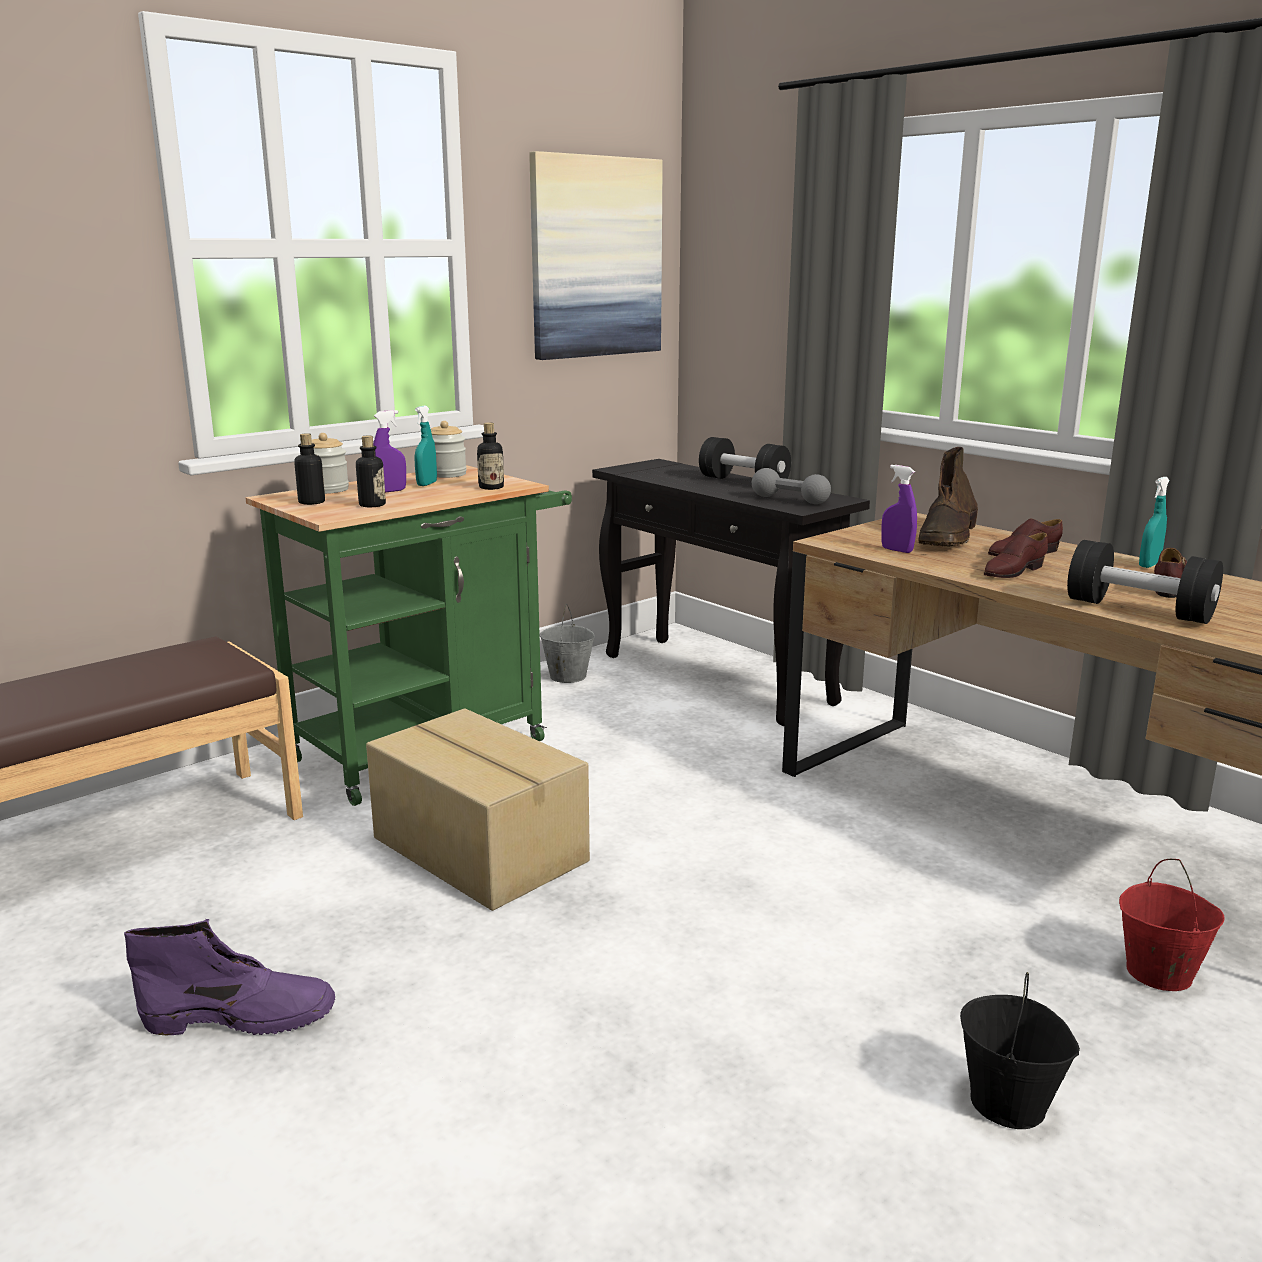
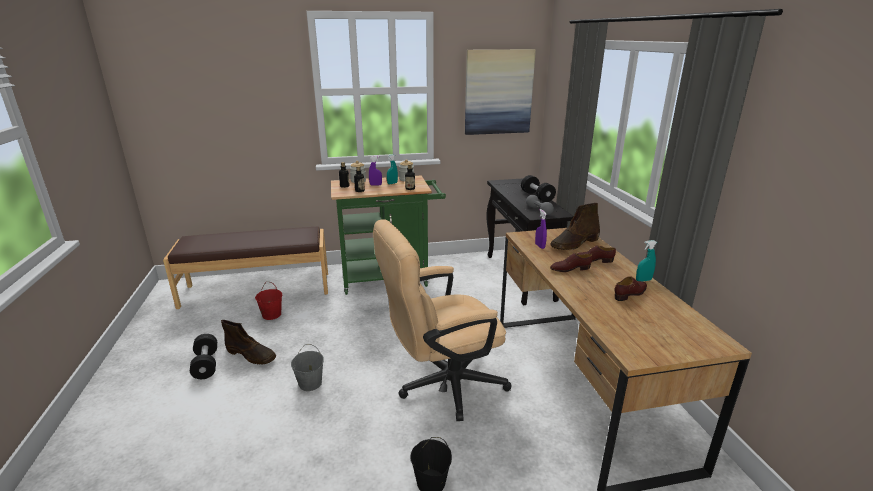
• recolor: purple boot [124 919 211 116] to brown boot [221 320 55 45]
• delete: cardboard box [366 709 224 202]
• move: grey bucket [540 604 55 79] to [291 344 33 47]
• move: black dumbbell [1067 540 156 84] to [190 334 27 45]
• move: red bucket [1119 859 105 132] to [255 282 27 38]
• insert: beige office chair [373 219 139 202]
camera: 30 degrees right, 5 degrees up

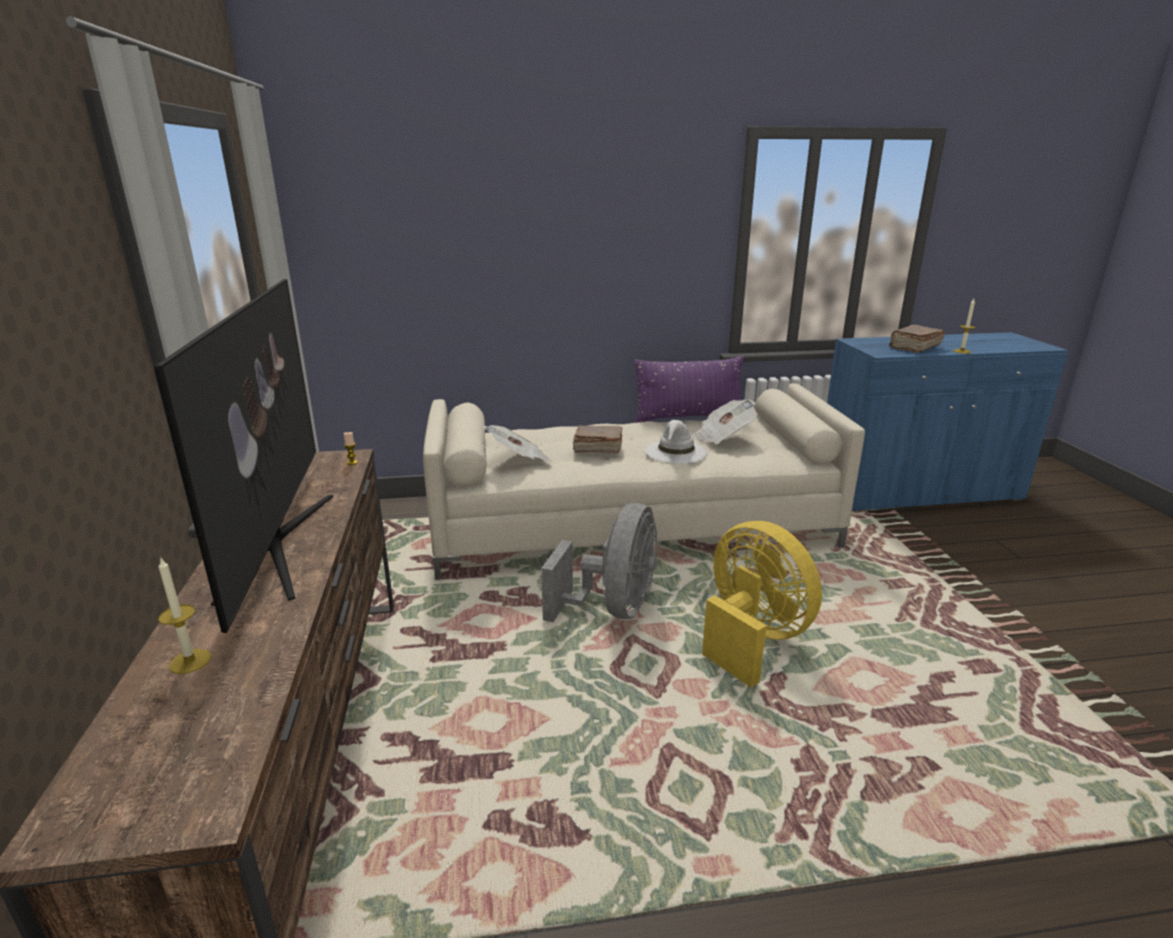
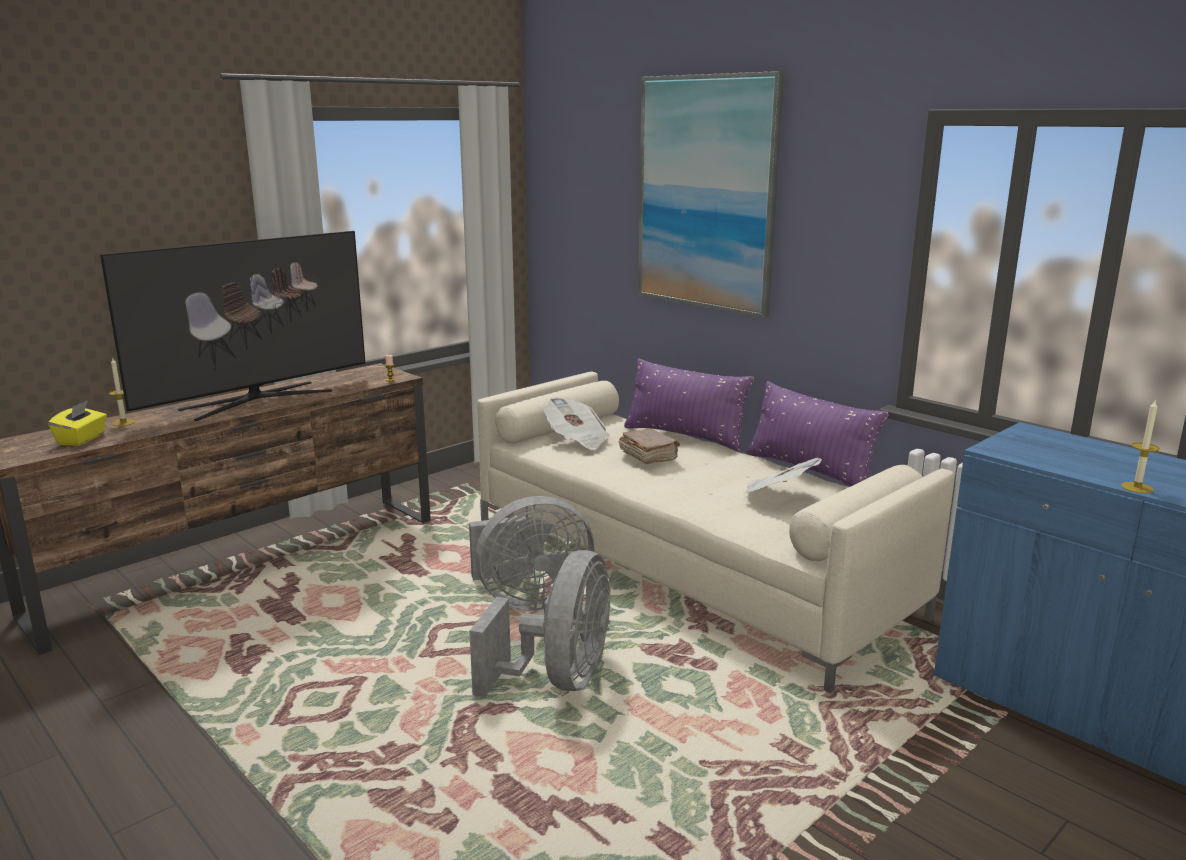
• delete: white hat [645 420 62 44]
• recolor: yellow fan [702 521 120 167] to grey fan [469 550 141 147]
• delete: brown book [889 325 56 28]
• insert: yellow tissue box [48 400 59 46]
• insert: purple pillow [624 359 130 92]
• insert: picture [638 71 146 247]
camera: 55 degrees right, 5 degrees down

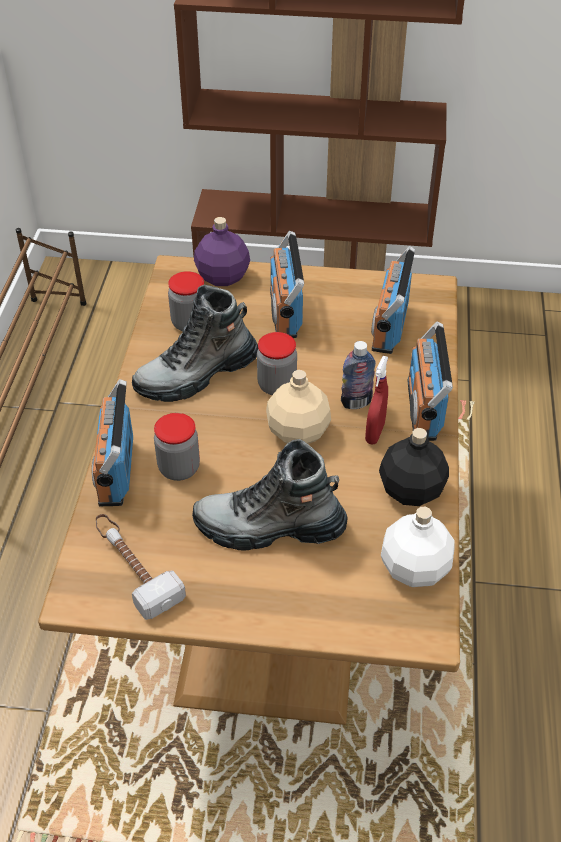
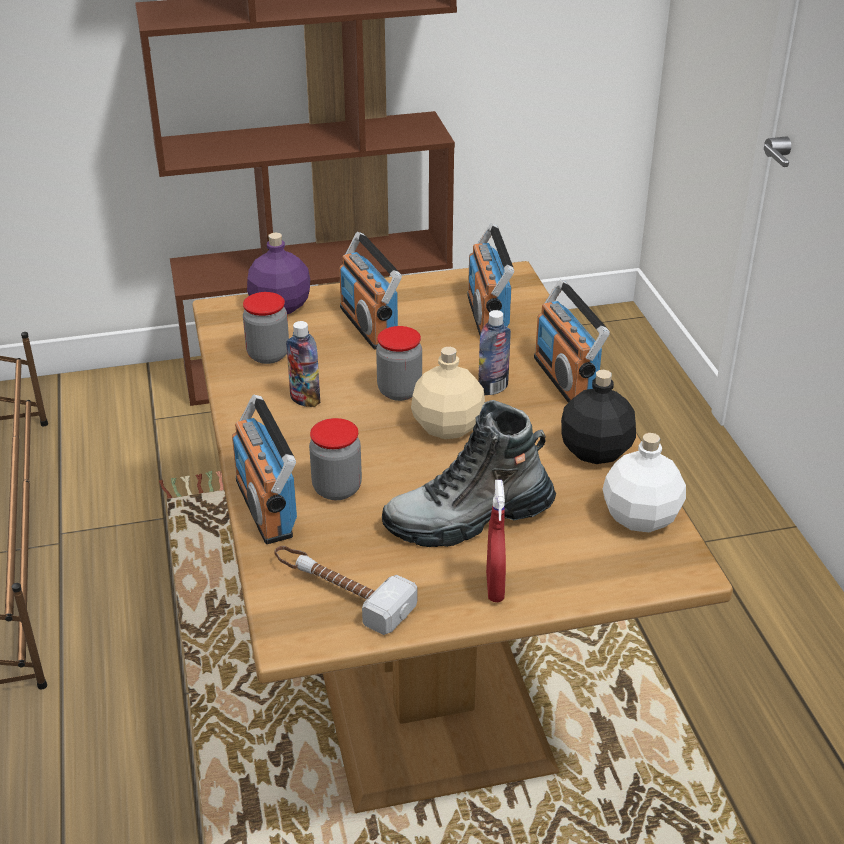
• replace: boot [132 285 126 117] to bottle [286 321 34 86]
• move: red spray bottle [365 356 23 88] to [486 480 20 122]
camera: 20 degrees left, 10 degrees down

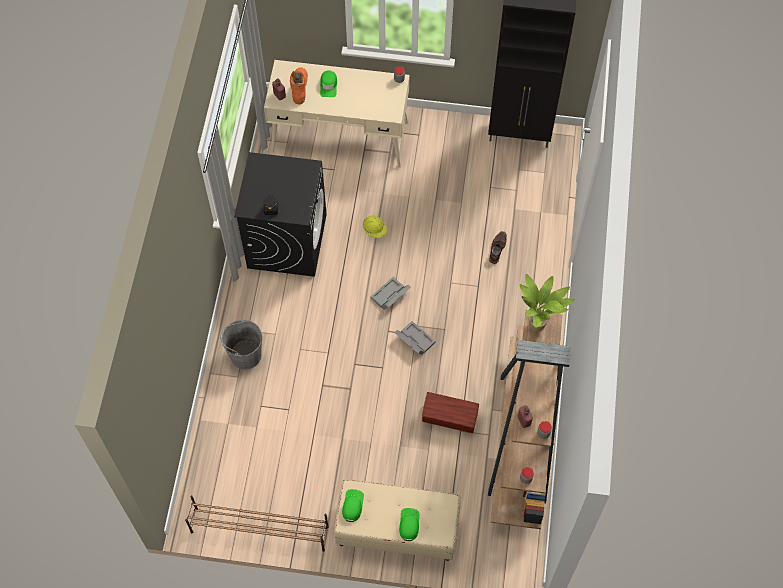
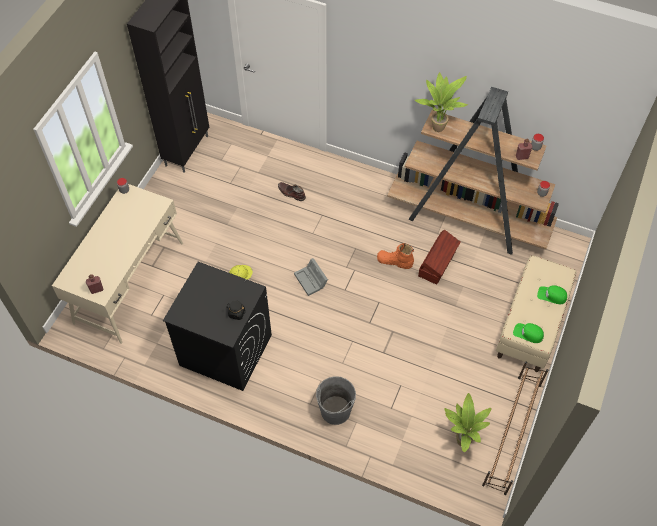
• move: orange boot [290 68 18 36] to [377 243 37 26]
• delete: green cap [320 70 17 27]
• delete: grey storage box [395 321 40 34]
• insert: potted plant [444 393 48 59]
camera: 75 degrees left, 5 degrees down

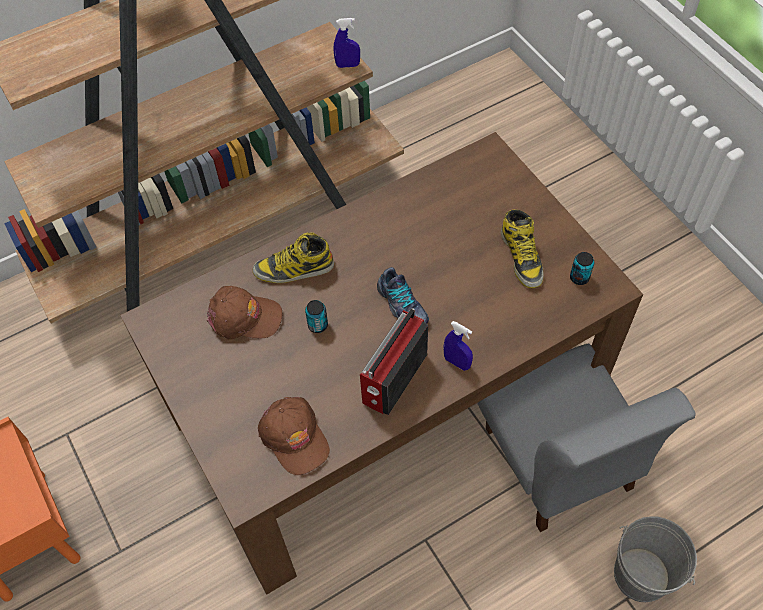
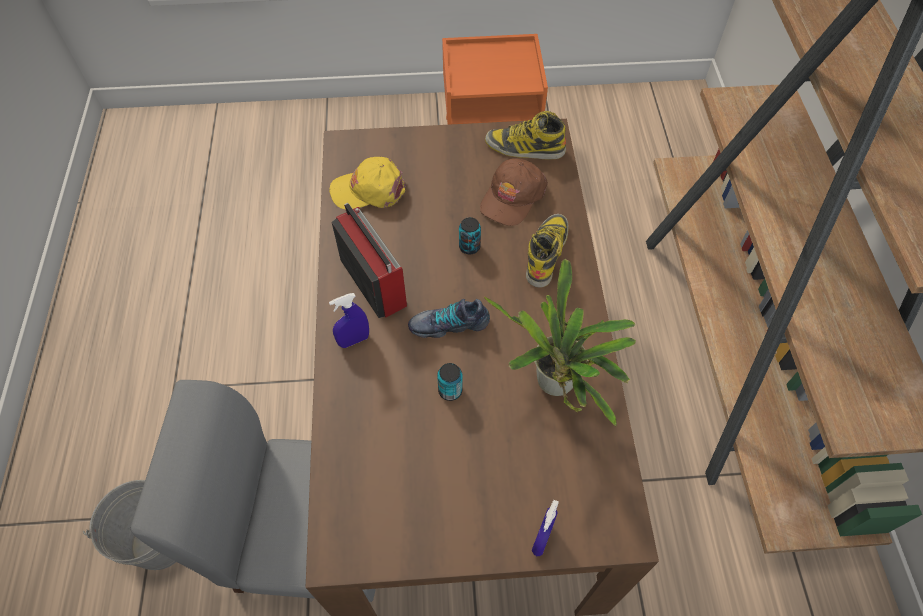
• recolor: brown cap [258 397 72 78] to yellow cap [329 157 77 53]
• move: blue spray bottle [334 18 26 50] to [532 500 27 56]
• move: boot [501 209 43 79] to [485 111 81 48]
• move: can [570 252 24 33] to [437 363 26 38]
• insert: potted plant [484 259 152 167]
camera: 115 degrees right, 0 degrees up

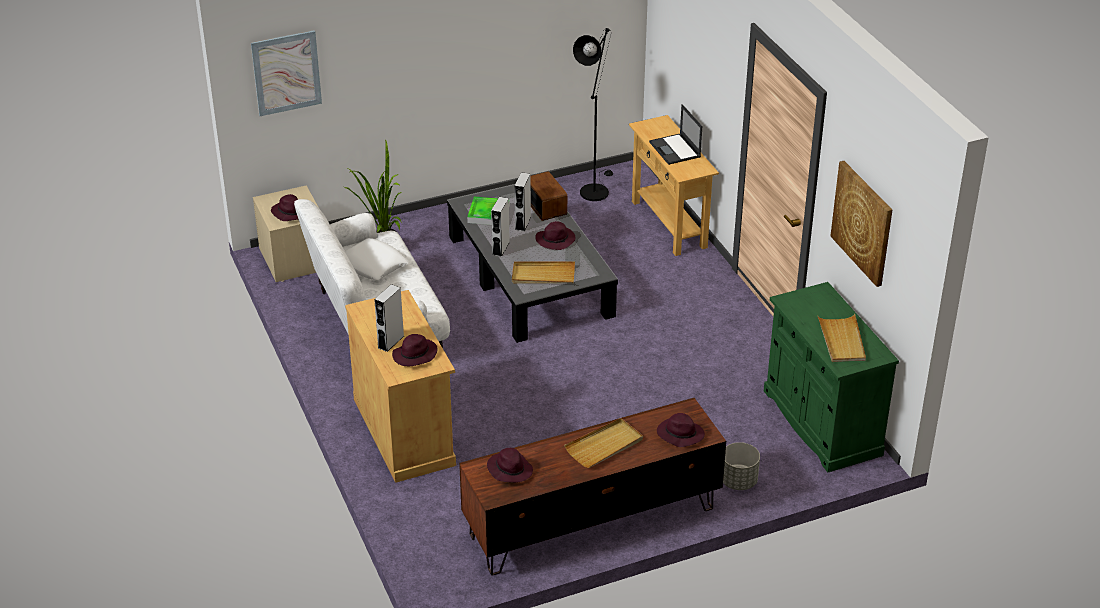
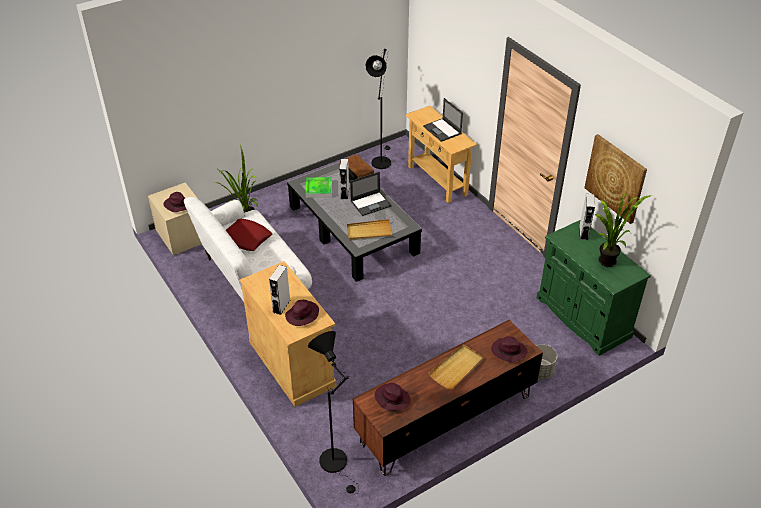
• delete: picture [251 30 71 86]
• recolor: white pillow [345 238 63 42] to red pillow [226 219 46 32]
• move: grey speaker [491 197 19 60] to [579 194 16 46]
• replace: purple hat [535 221 41 29] to laptop [350 172 41 44]
• replace: beige tray [817 314 49 48] to potted plant [595 178 57 89]
• insert: black floor lamp [308 331 51 163]
camera: 10 degrees left, 5 degrees up

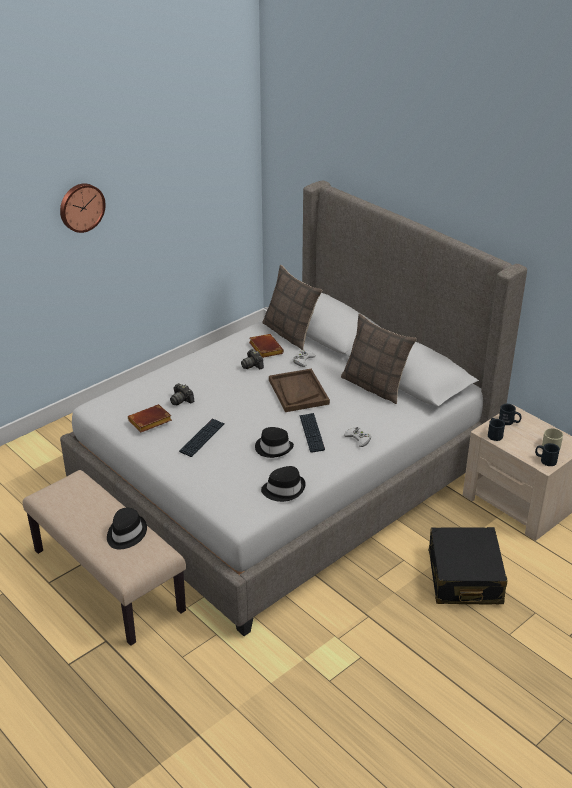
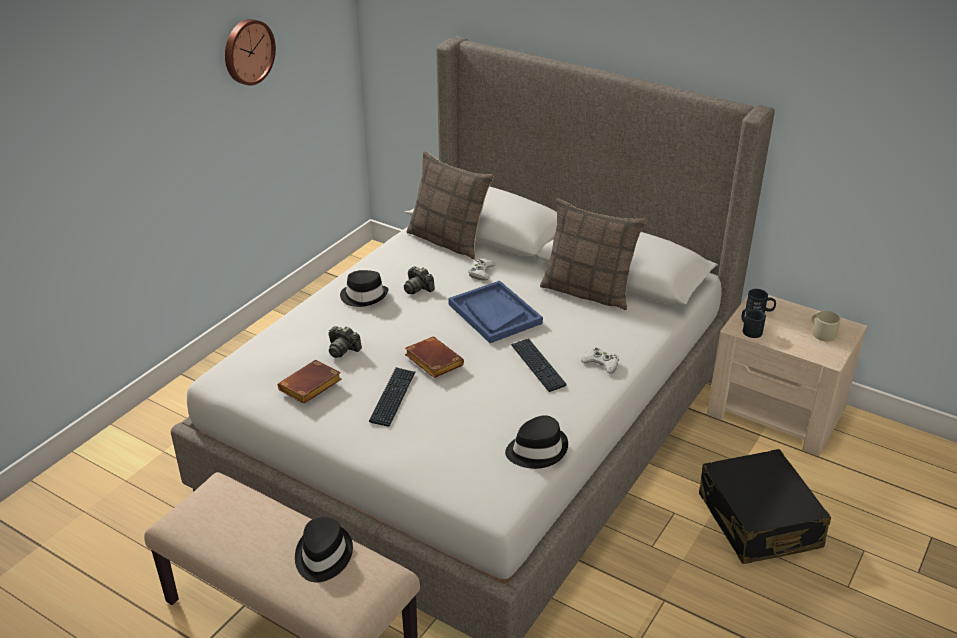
• move: wall clock [60 183 46 50] to [225 19 51 66]
• move: brown book [249 334 35 24] to [405 337 59 41]
• move: black hat [255 427 39 31] to [340 270 49 37]
• recolor: brown tray [269 369 61 43] to blue tray [448 281 95 62]
• delete: black mug [535 443 25 23]
camera: 15 degrees left, 0 degrees up

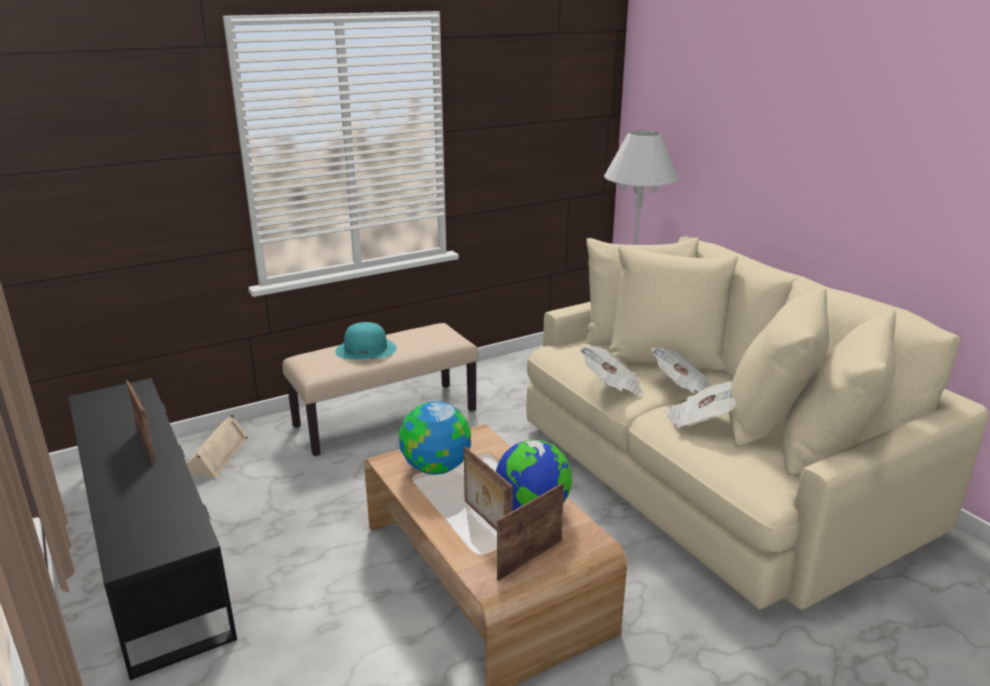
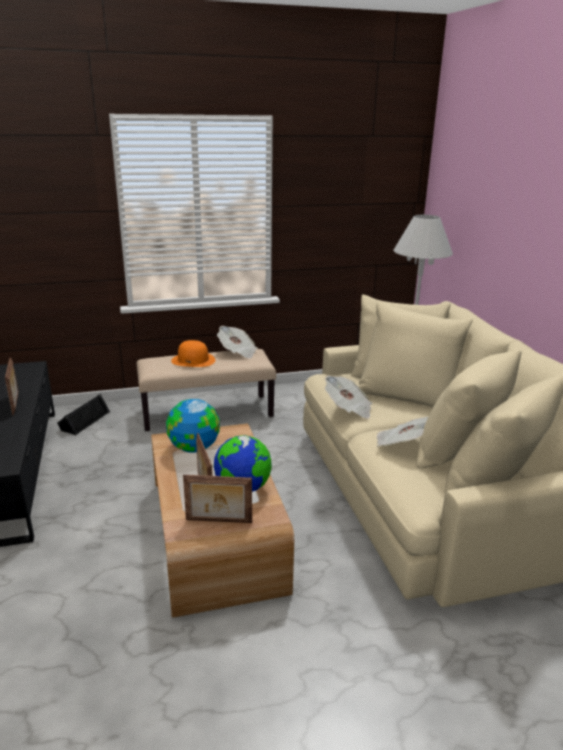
• recolor: beige speaker [186 414 62 64] to black speaker [57 394 53 41]
• recolor: turquoise hat [335 322 62 38] to orange hat [171 340 44 27]
• rotate: picture frame [497 483 67 98] = [183 475 69 48] 150 degrees counterclockwise
• move: newspaper [651 347 59 46] to [217 326 41 33]
camera: 15 degrees right, 0 degrees up

